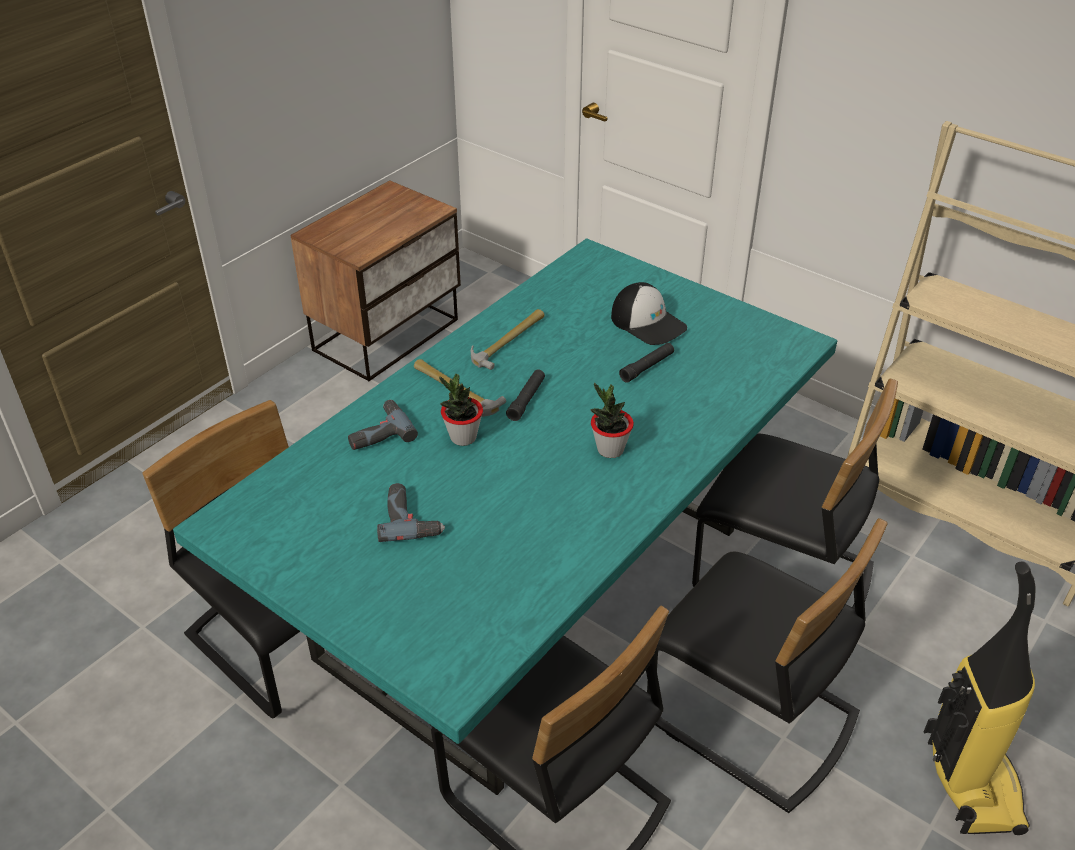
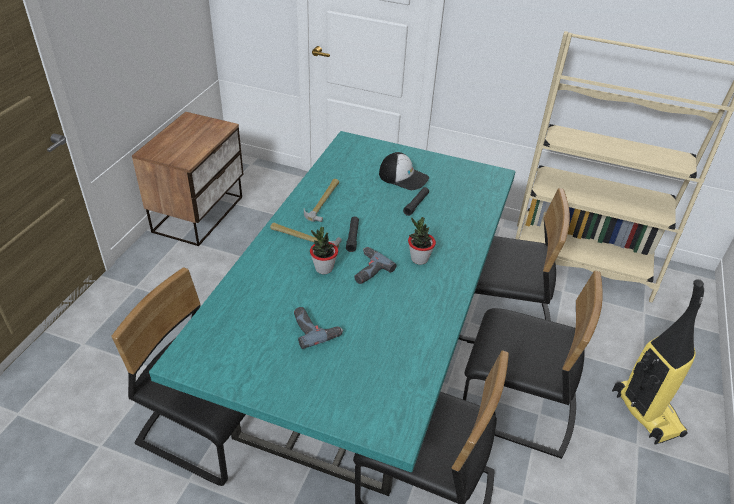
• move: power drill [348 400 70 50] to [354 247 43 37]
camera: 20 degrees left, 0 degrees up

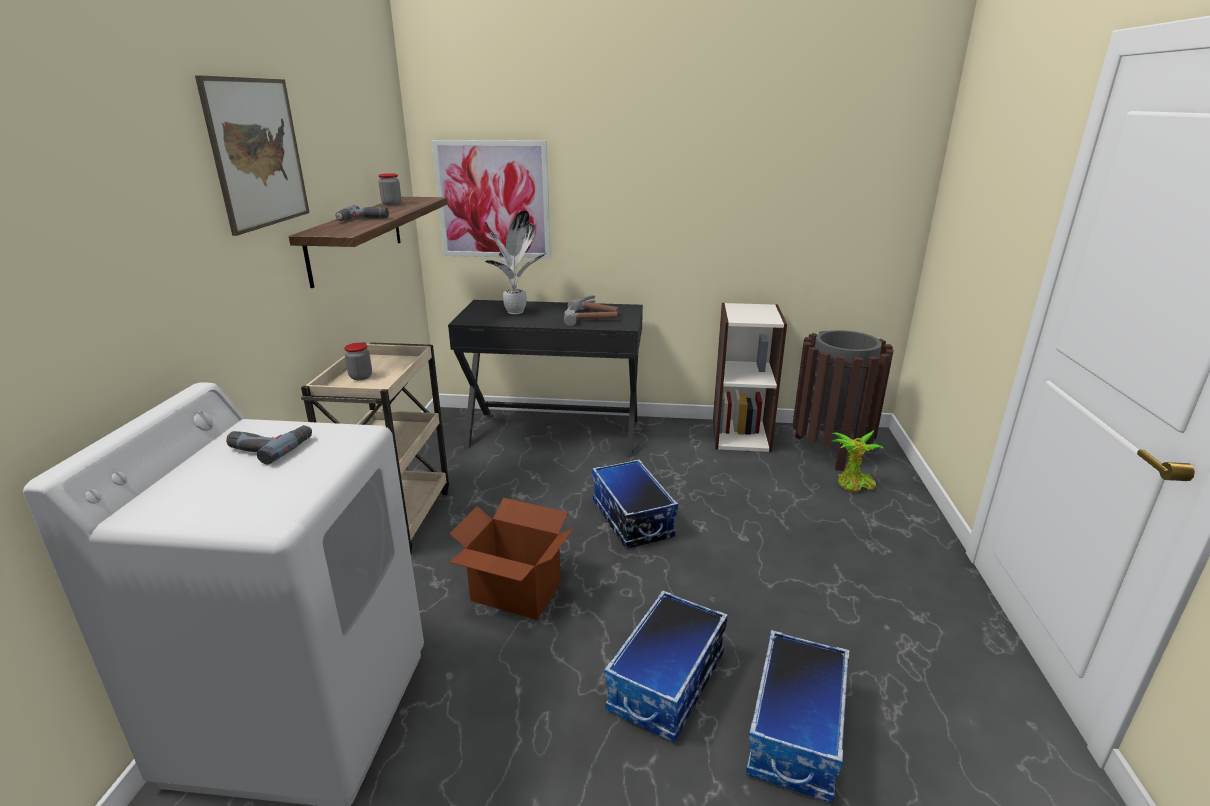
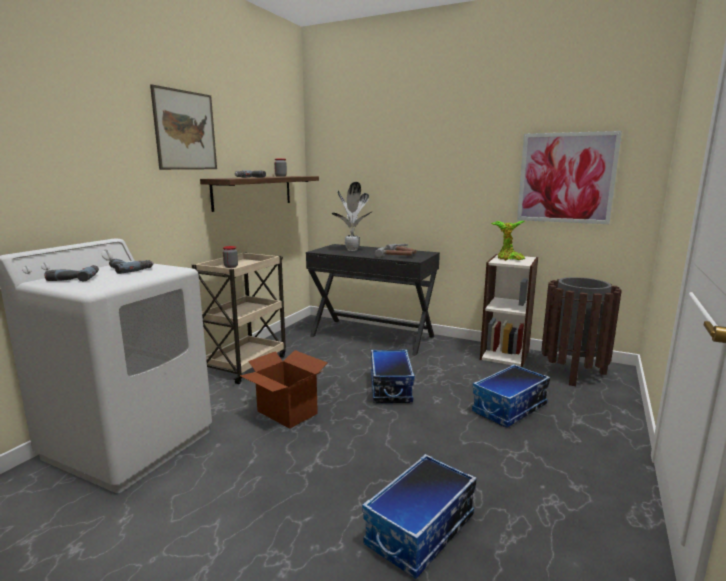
• move: picture [432 140 119 118] to [517 131 105 93]
• move: storage box [604 590 124 153] to [472 364 78 63]
• move: potted plant [832 430 52 63] to [491 221 34 40]
• insert: power drill [45 265 54 17]
camera: 20 degrees right, 10 degrees down

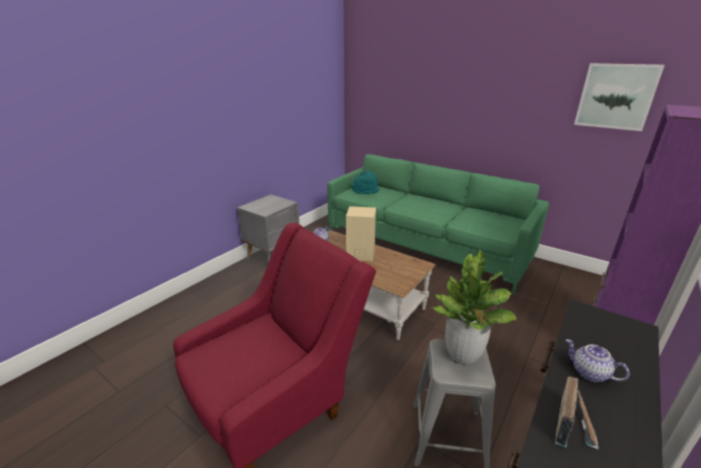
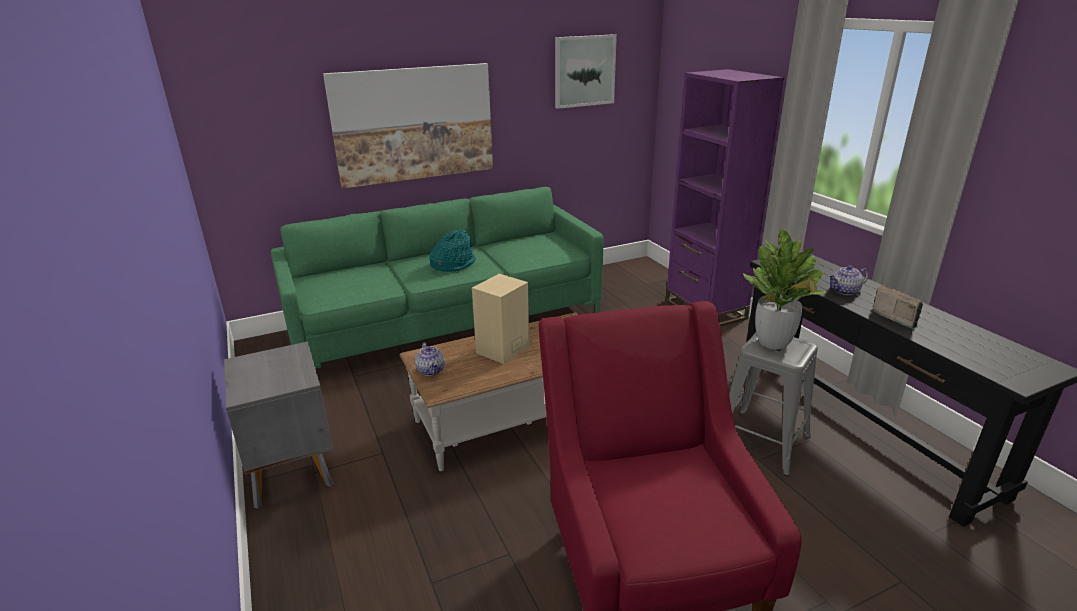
• move: turquoise hat [352 171 27 23] to [429 230 47 42]
• insert: picture [323 63 170 125]
camera: 60 degrees left, 0 degrees up

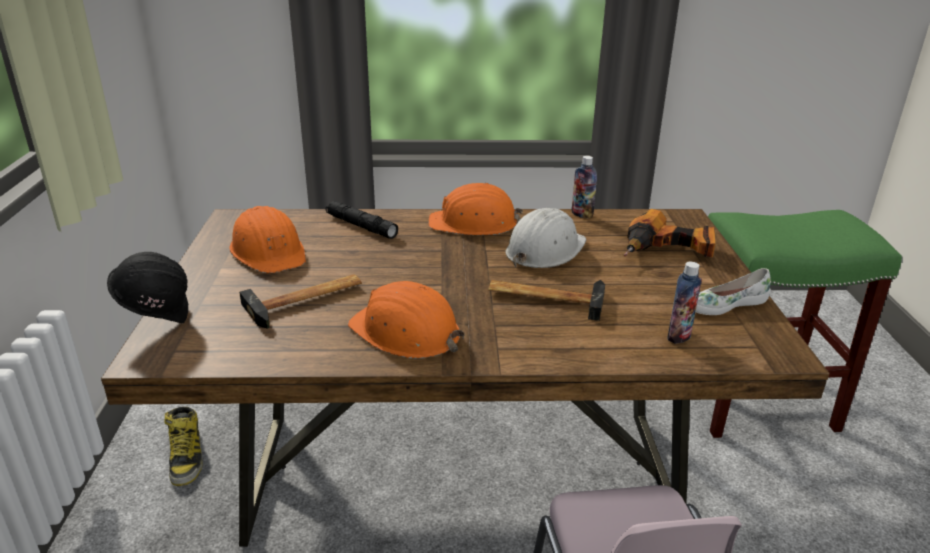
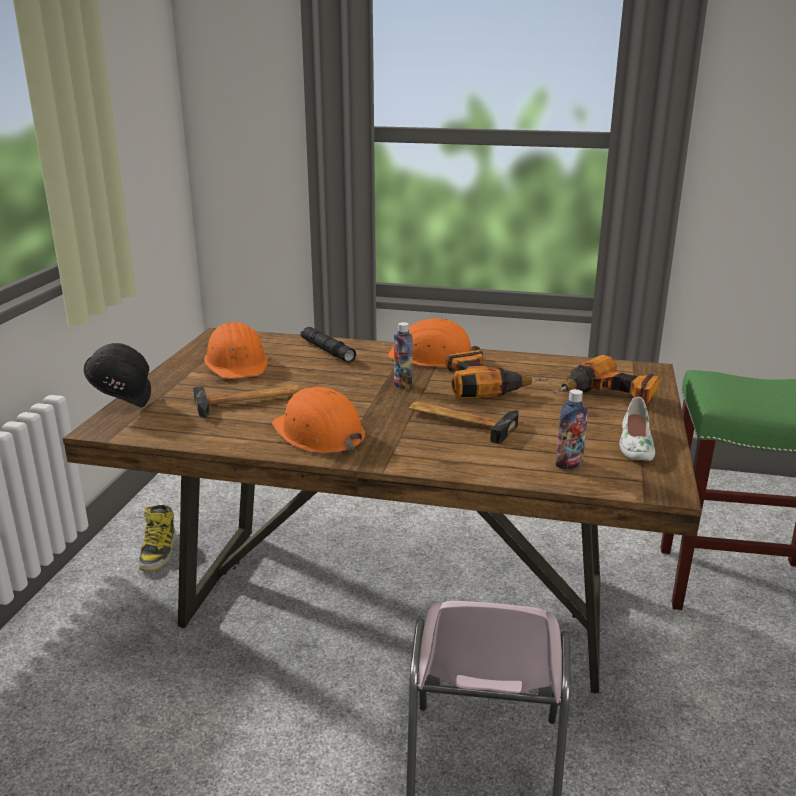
• replace: white hard hat [505 208 81 60] to power drill [446 350 102 48]
• move: bottle [572 156 25 63] to [394 322 19 68]
• rotate: white shoe [696 268 75 47] = [619 397 36 64] 75 degrees counterclockwise
camera: 15 degrees right, 5 degrees down

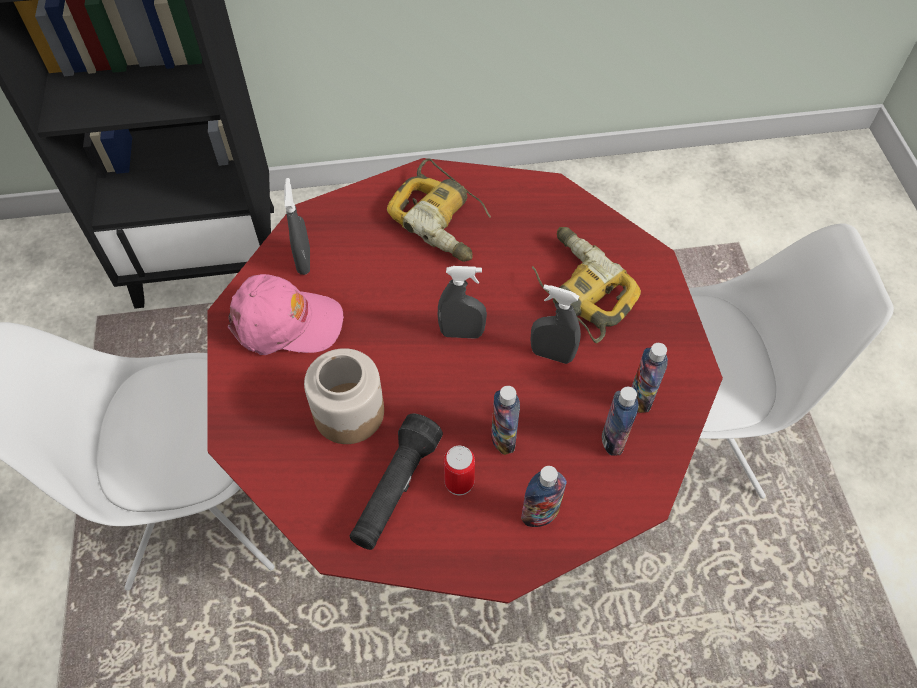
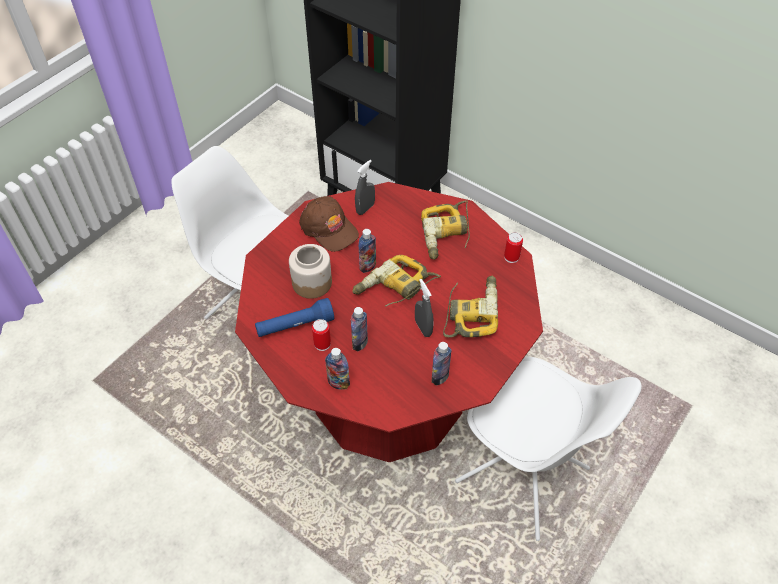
• recolor: pink cap [228 274 116 81] to brown cap [299 196 60 56]
• recolor: black flashlight [350 414 93 136] to blue flashlight [255 298 79 39]
• replace: grey spray bottle [438 266 49 73] to power drill [353 255 88 52]
• move: bottle [602 387 37 69] to [359 229 17 44]
• insert: can [504 232 19 31]
camera: 45 degrees right, 5 degrees down

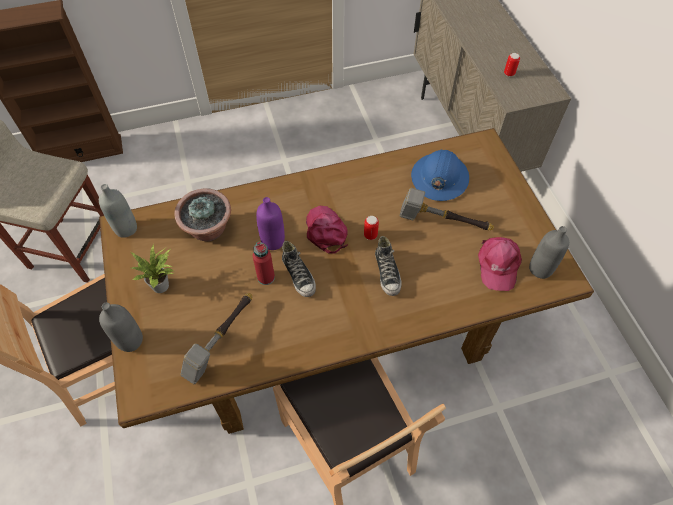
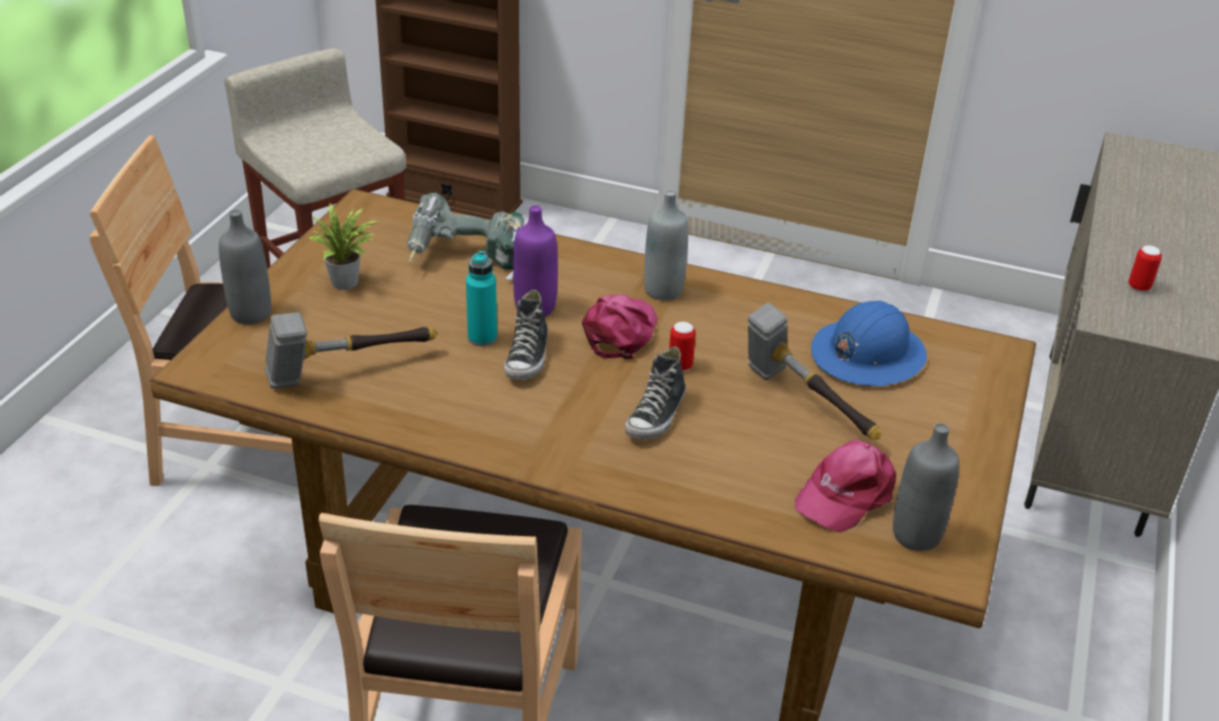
• move: grey bottle [99 184 38 54] to [644 190 44 111]
• replace: potted plant [174 189 57 53] to power drill [408 193 116 88]
• recolor: red bottle [253 242 22 43] to turquoise bottle [466 251 31 95]
camera: 35 degrees right, 20 degrees down

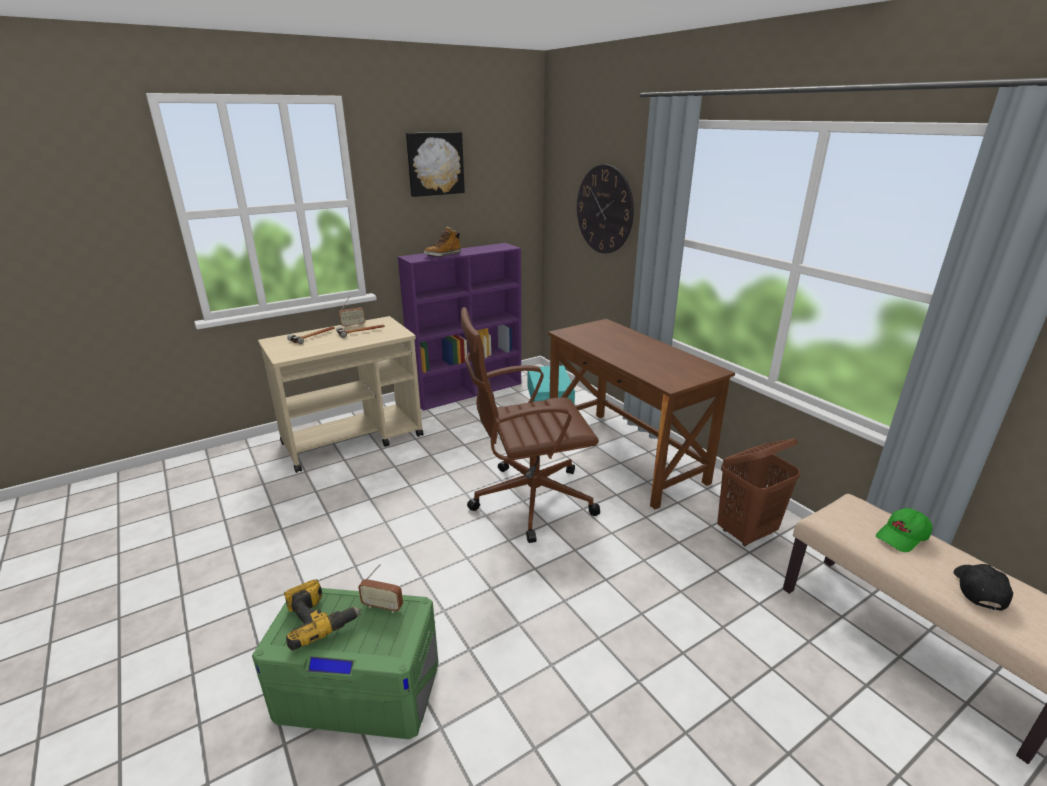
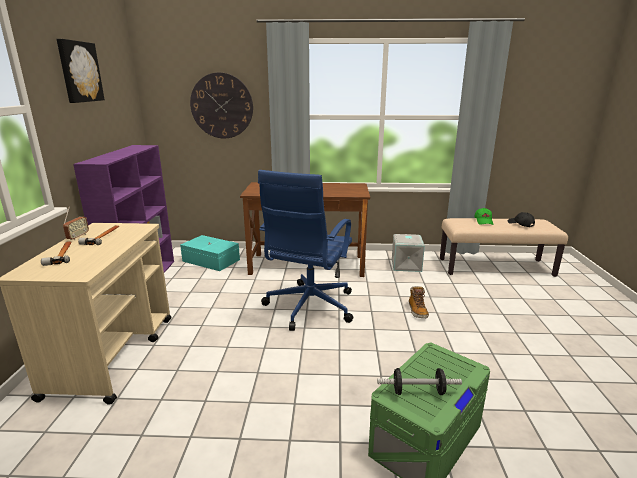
• replace: power drill [284 579 77 71] to dumbbell [377 368 85 27]
• delete: radio [358 564 45 49]
• move: boot [424 226 37 31] to [409 286 20 32]
• recolor: brown office chair [461 307 139 236] to blue office chair [258 170 95 161]
• replace: brown laundry basket [717 439 84 108] to grey storage box [392 234 33 38]
camera: 55 degrees left, 5 degrees down

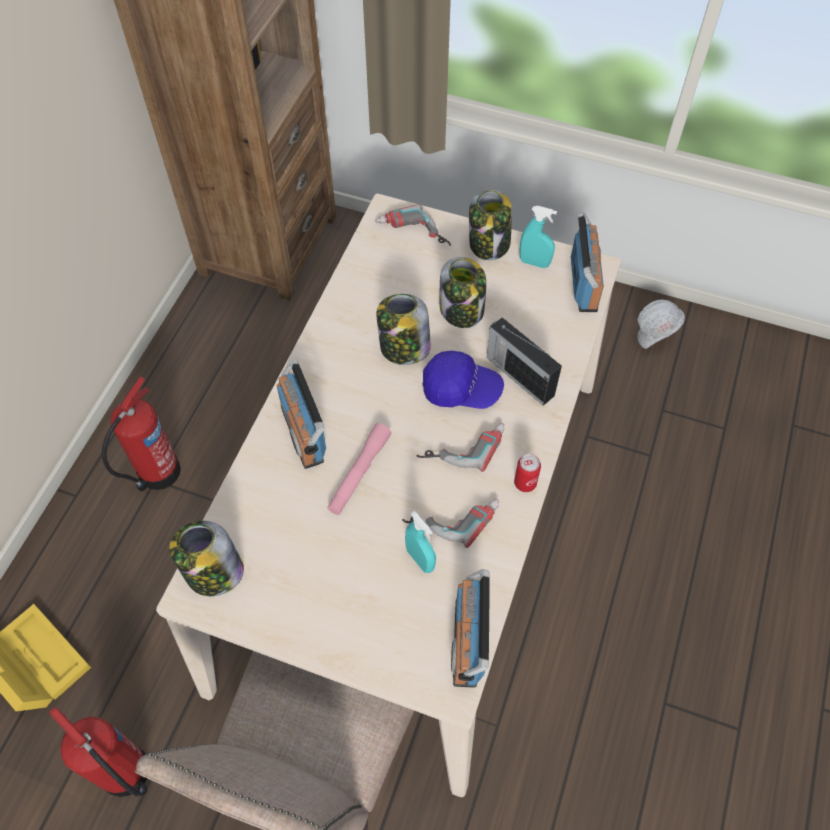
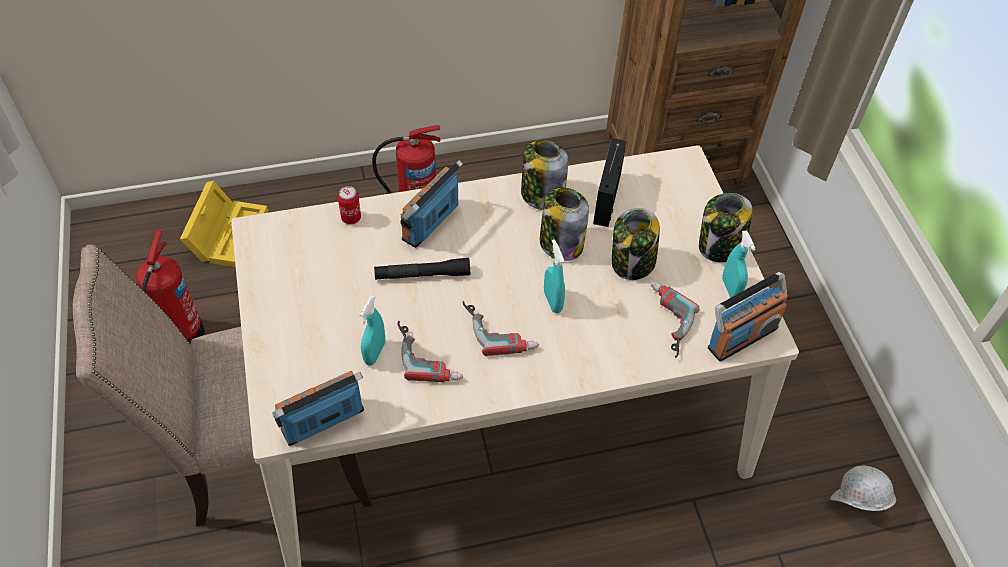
• move: jar [169 521 75 75] to [521 140 47 70]
• recolor: pink flashlight [327 423 64 92] to black flashlight [374 258 96 22]
• move: power drill [375 204 76 42] to [651 282 49 76]
• replace: blue cap [423 351 81 58] to turquoise spray bottle [544 239 21 74]
• move: radio [487 317 75 89] to [593 138 34 89]
• move: can [514 454 27 38] to [338 186 23 38]
camera: 55 degrees right, 5 degrees down

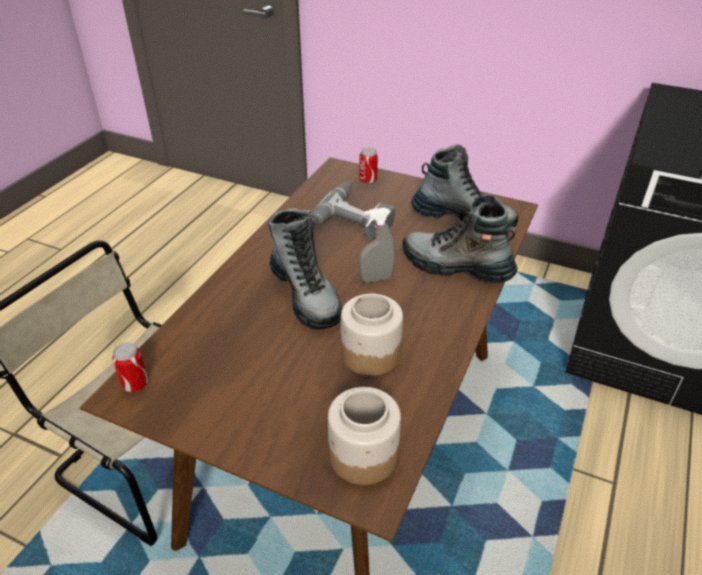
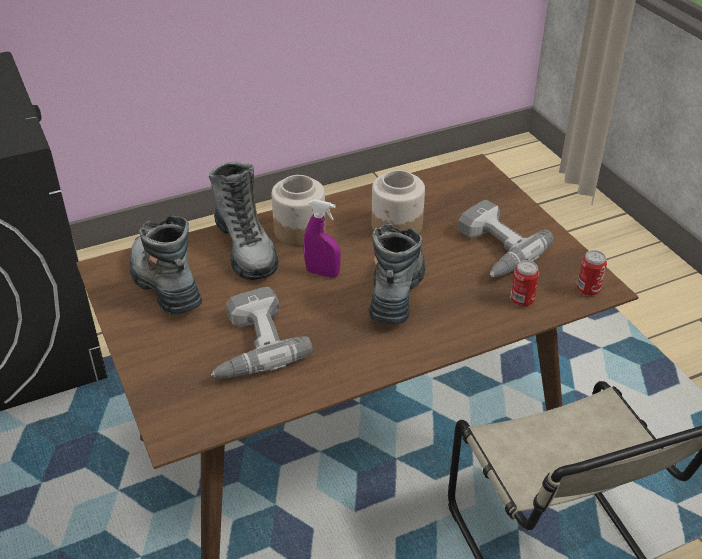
• move: jar [328 387 73 98] to [272 175 54 71]
• move: can [359 147 19 37] to [510 260 29 47]
• recolor: grey spray bottle [359 208 36 75] to purple spray bottle [303 199 38 79]
• insert: power drill [458 200 96 77]
camera: 140 degrees left, 0 degrees up

